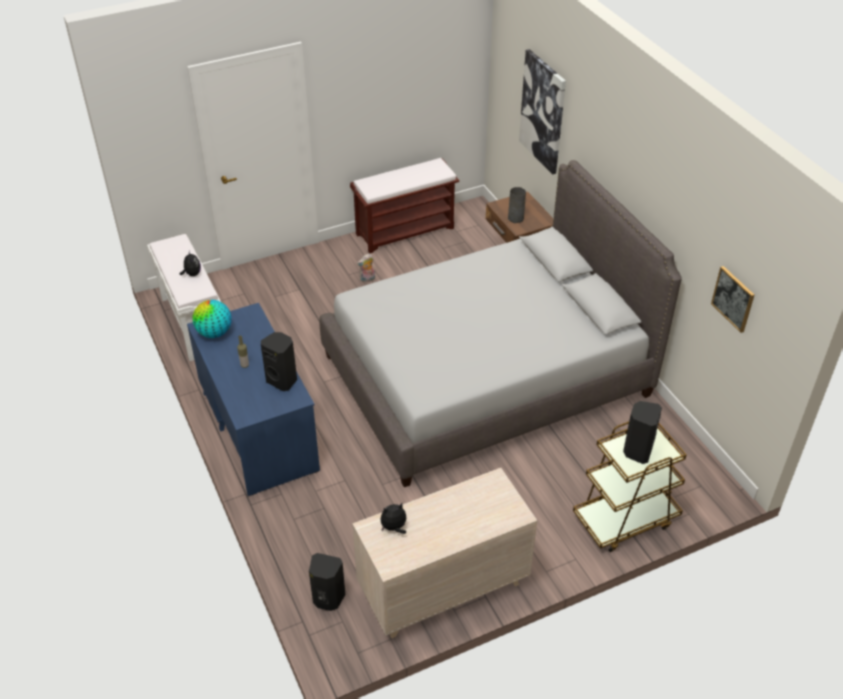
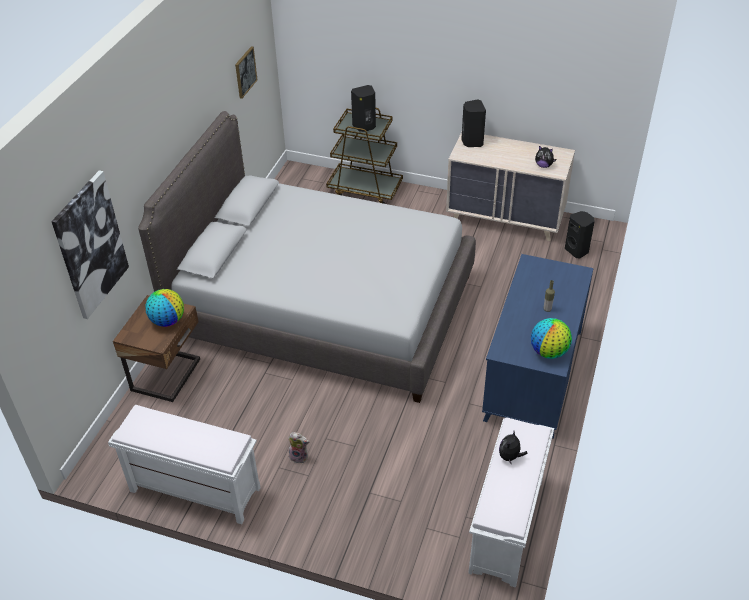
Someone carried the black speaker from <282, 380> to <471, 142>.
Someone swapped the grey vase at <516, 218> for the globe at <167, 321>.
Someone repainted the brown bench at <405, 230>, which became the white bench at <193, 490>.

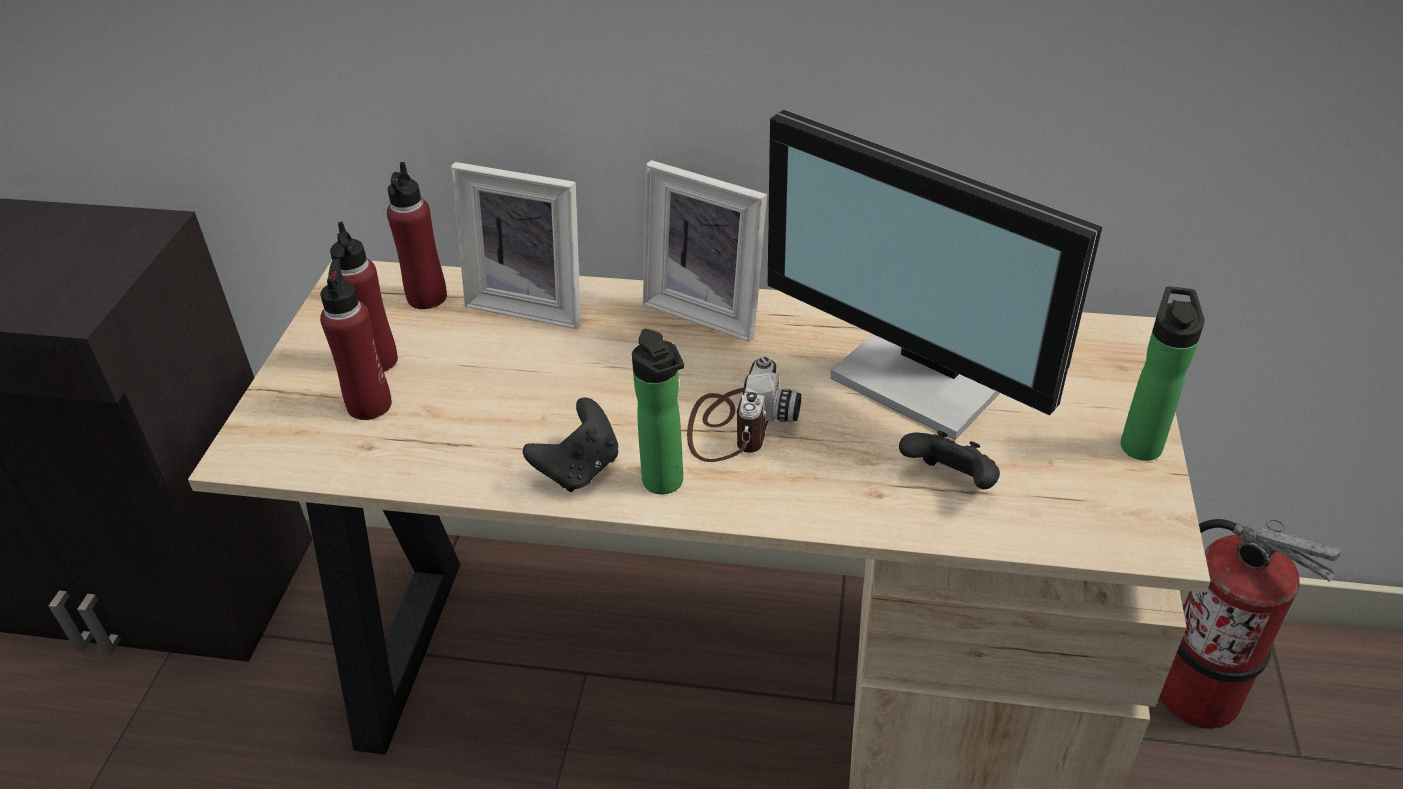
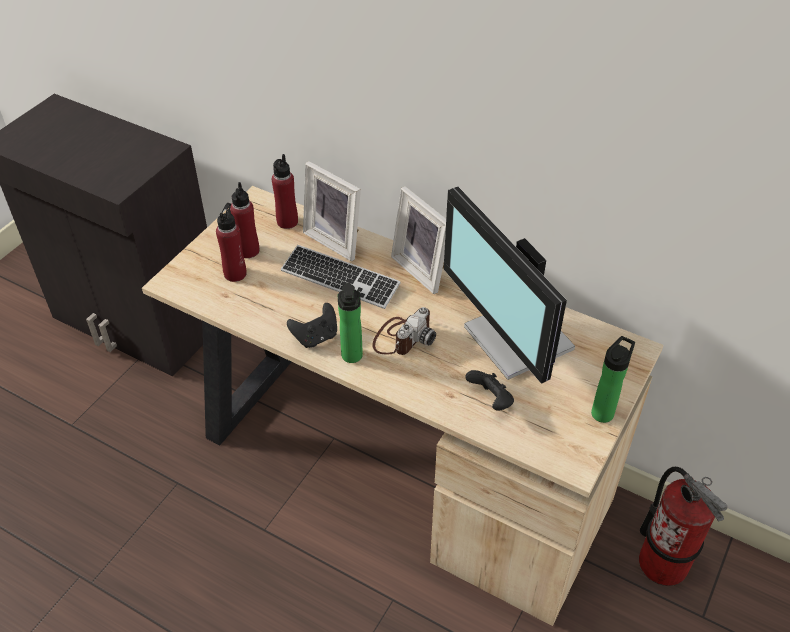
Someone put down the keyboard at <340, 279>.

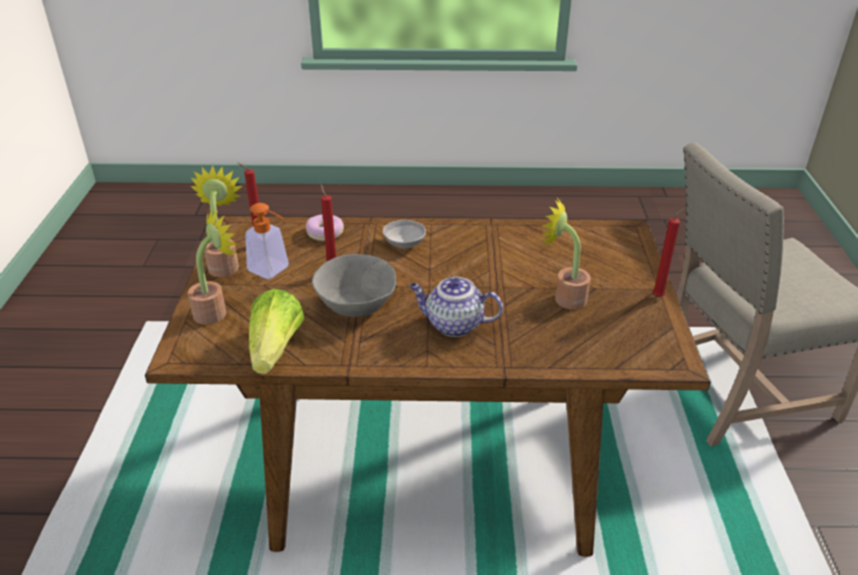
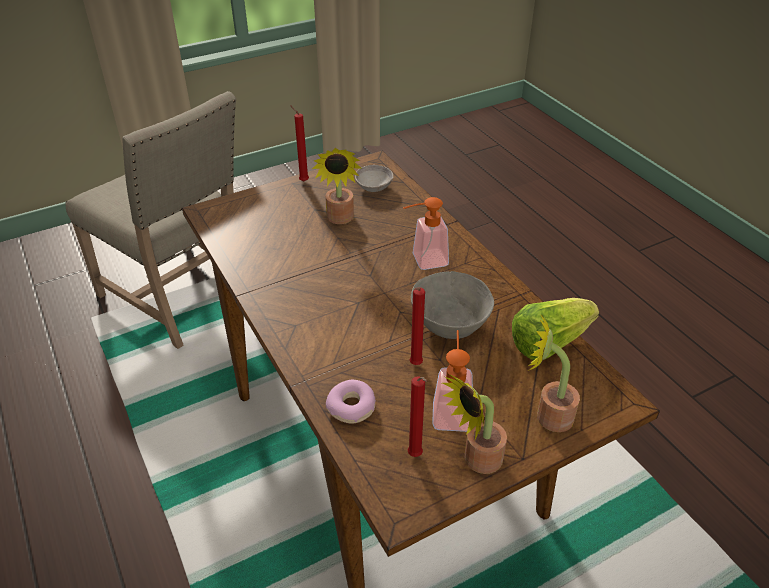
Someone carried the grey bowl from <404, 243> to <374, 187>.
Someone swapped the teapot at <453, 325> for the soap dispenser at <423, 261>.

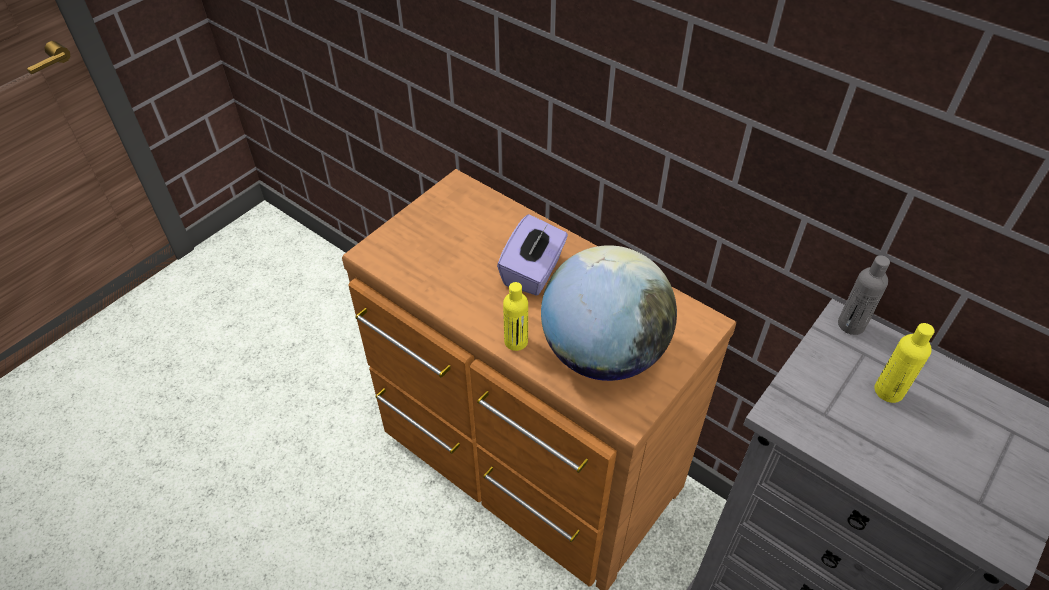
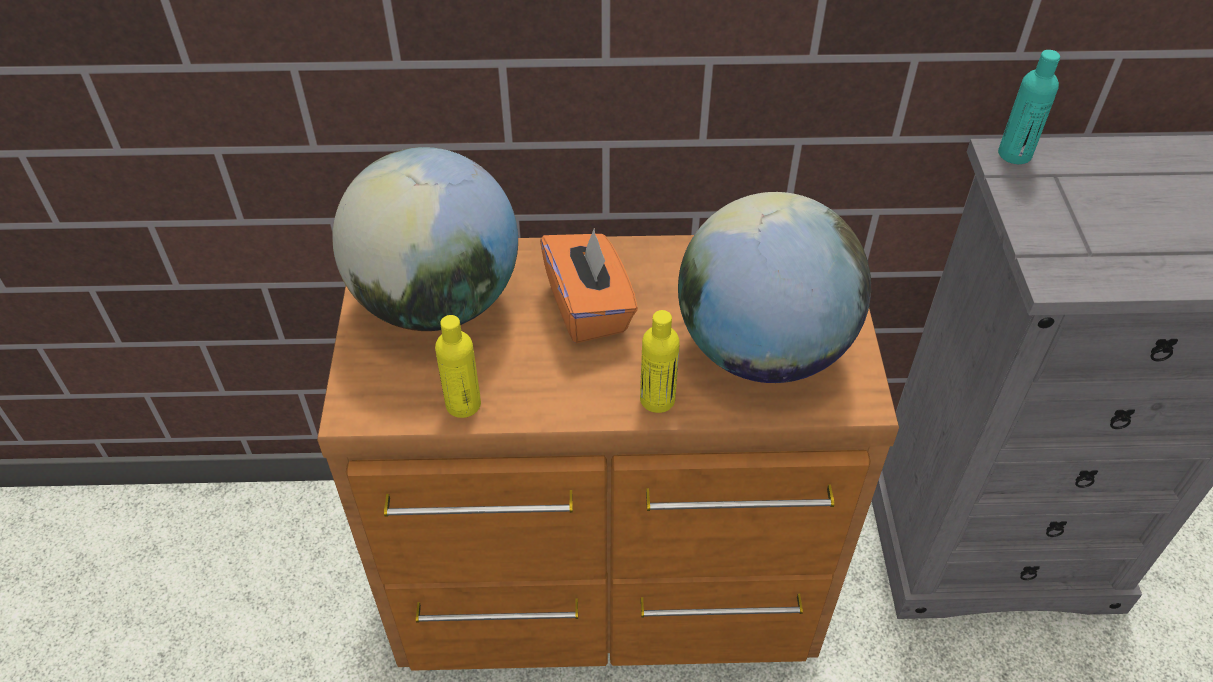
Someone put down the globe at <437, 302>.
Someone carried the yellow bottle from <888, 391> to <463, 404>.
Someone repainted the purple tissue box at <533, 272>, which became the orange tissue box at <589, 308>.
Someone repainted the grey bottle at <851, 325>, which became the turquoise bottle at <1014, 154>.

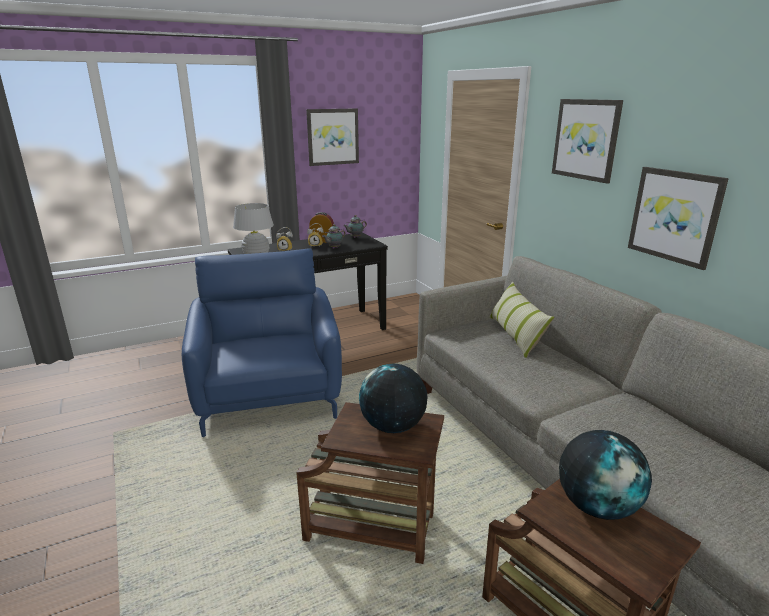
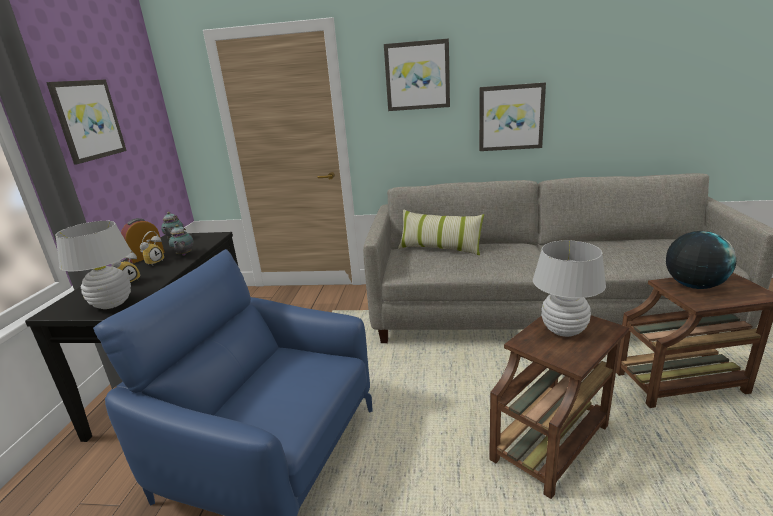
Someone swapped the globe at <393, 426> for the white table lamp at <564, 330>.

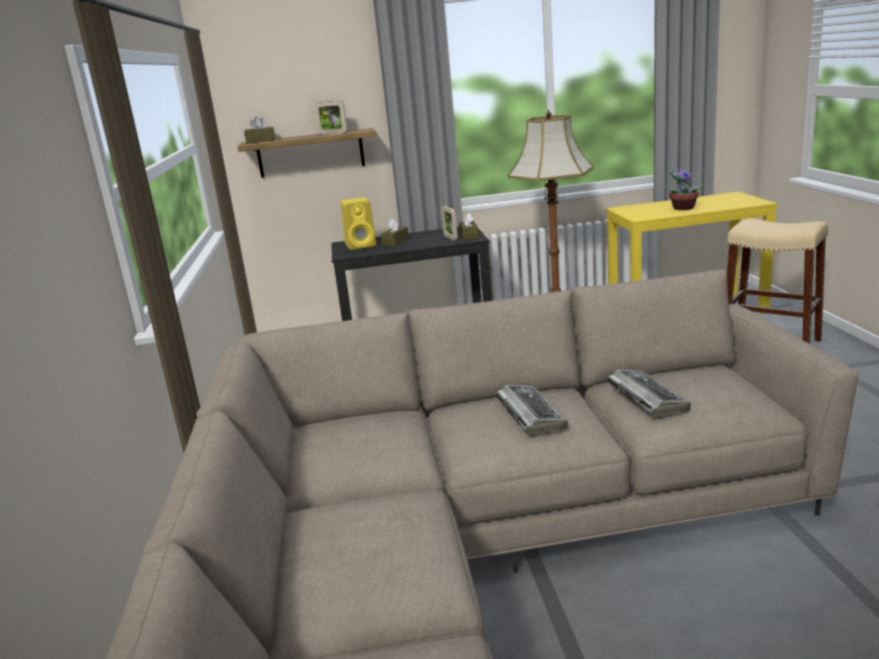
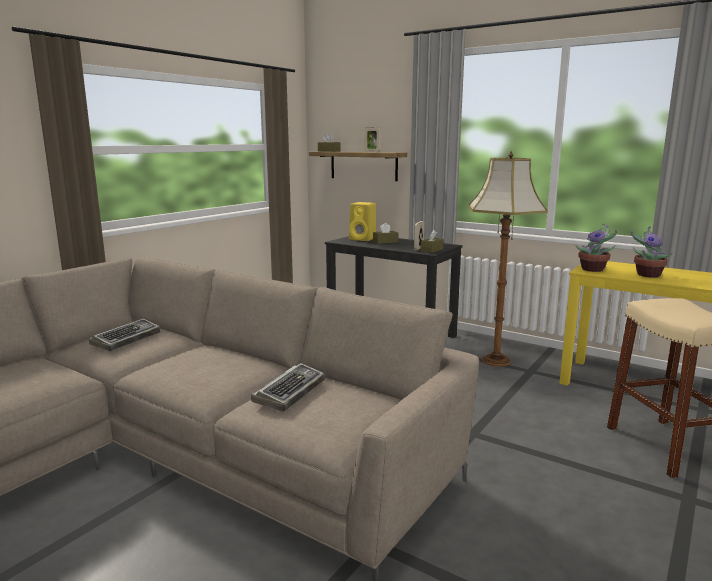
Someone put down the potted plant at <594, 270>.
Someone carried the keyboard from <530, 414> to <126, 339>.

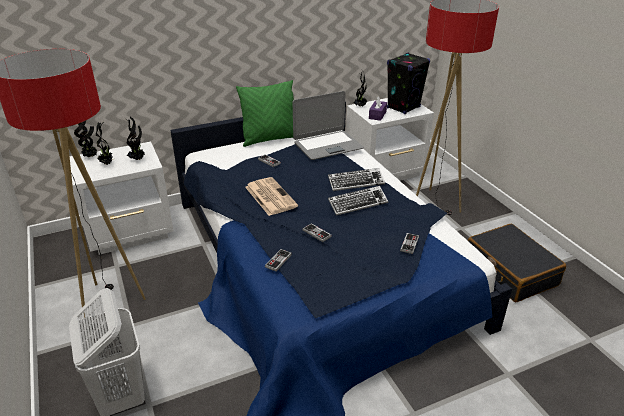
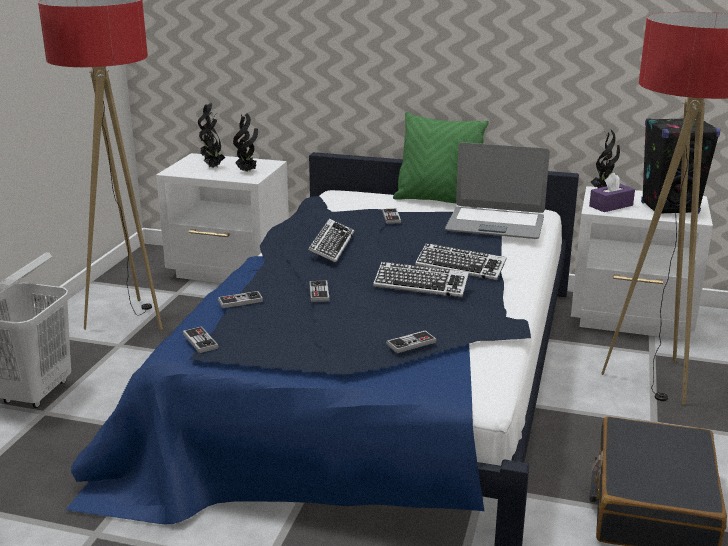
Someone put down the game controller at <200, 341>.
Someone swapped the newspaper at <270, 196> for the keyboard at <331, 245>.

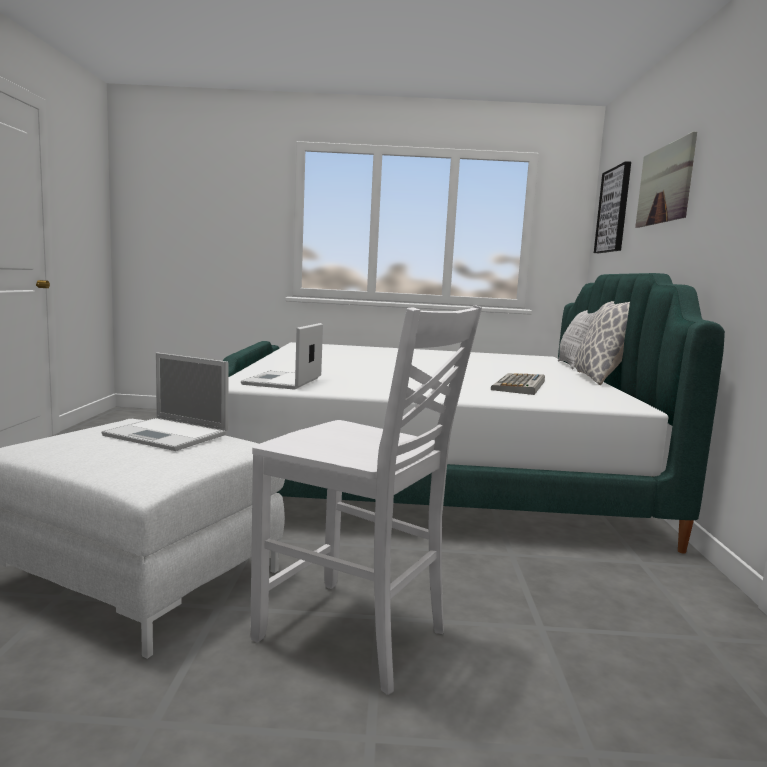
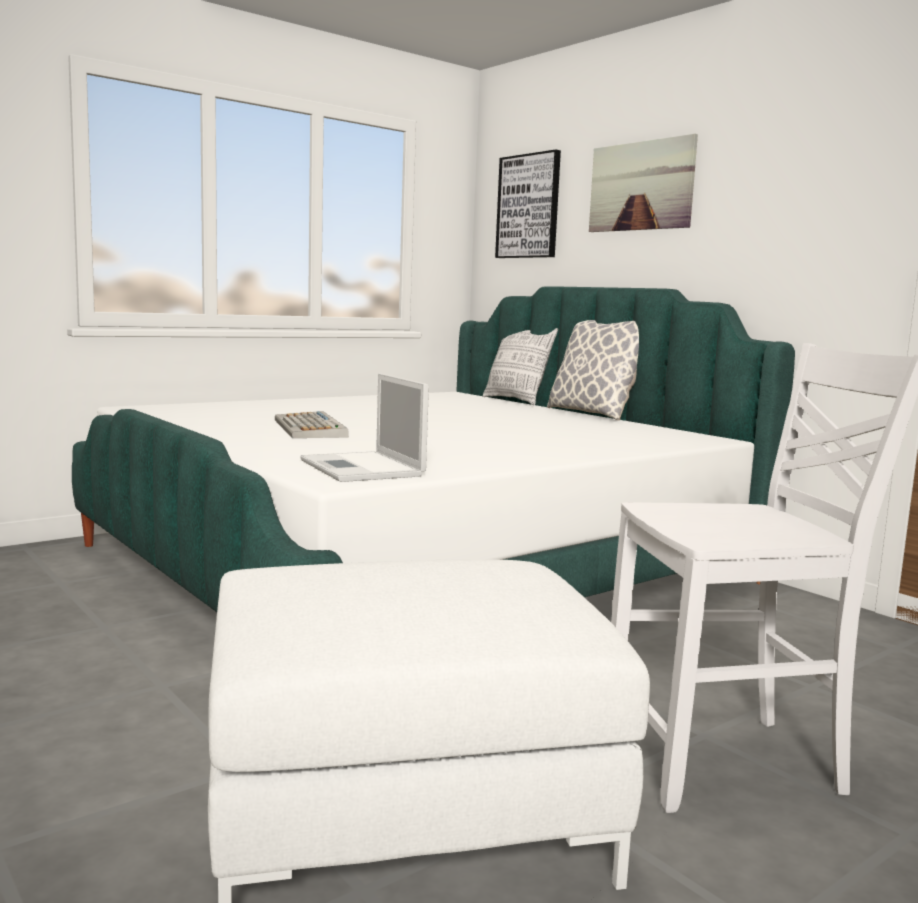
Someone took away the laptop at <168, 435>.
Someone carried the keyboard from <519, 385> to <310, 428>.

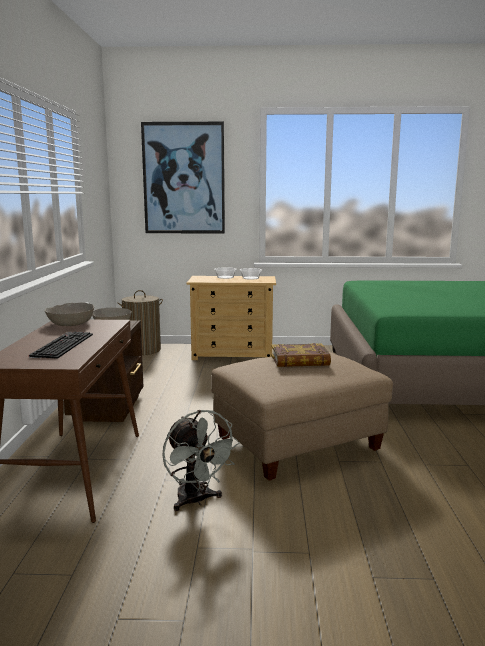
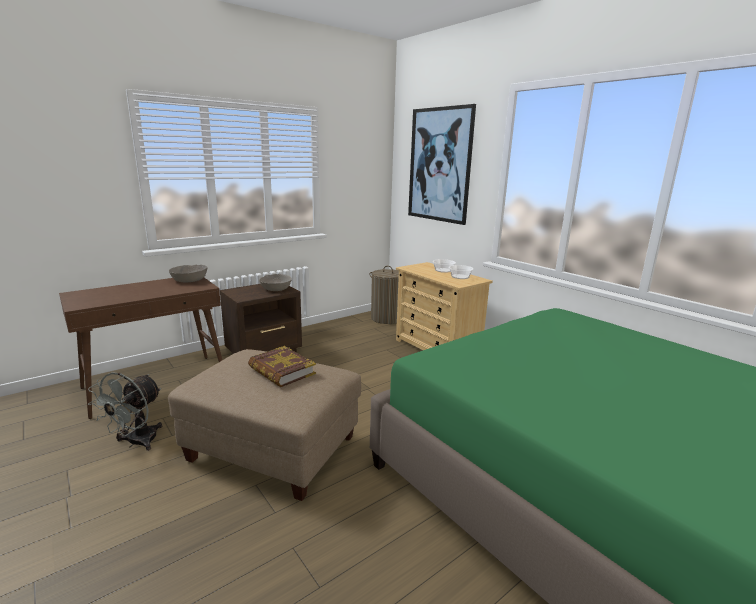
Someone took away the keyboard at <62, 345>.

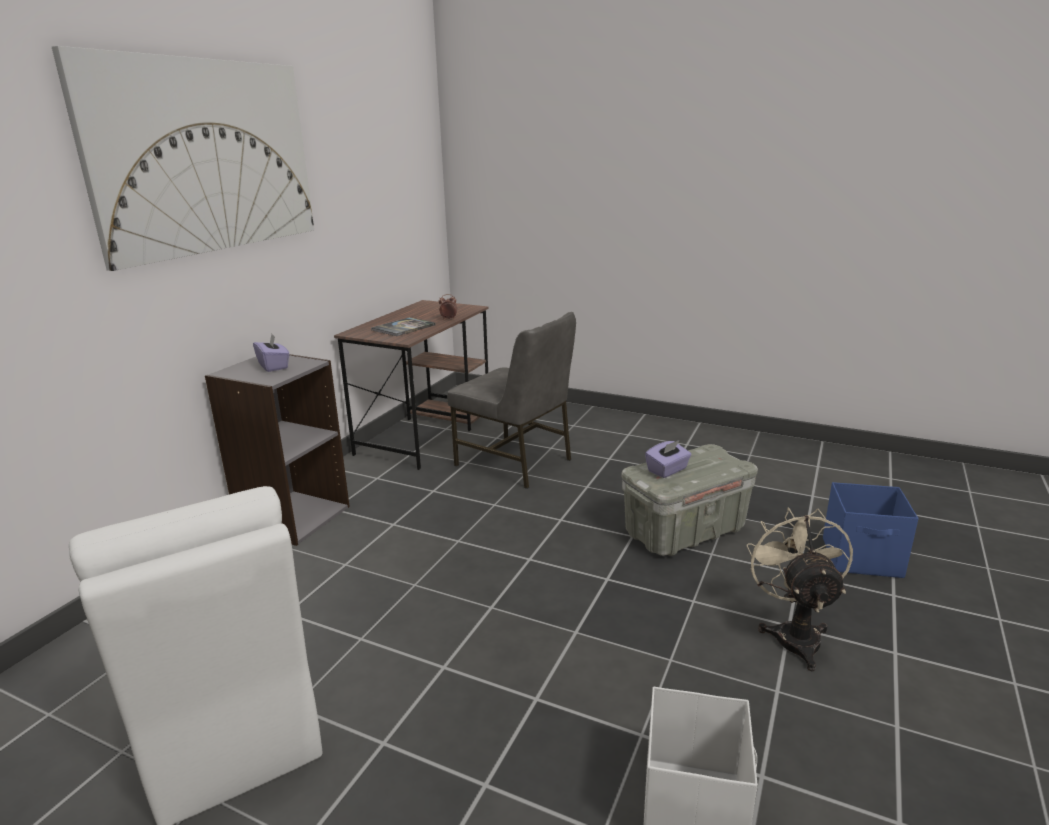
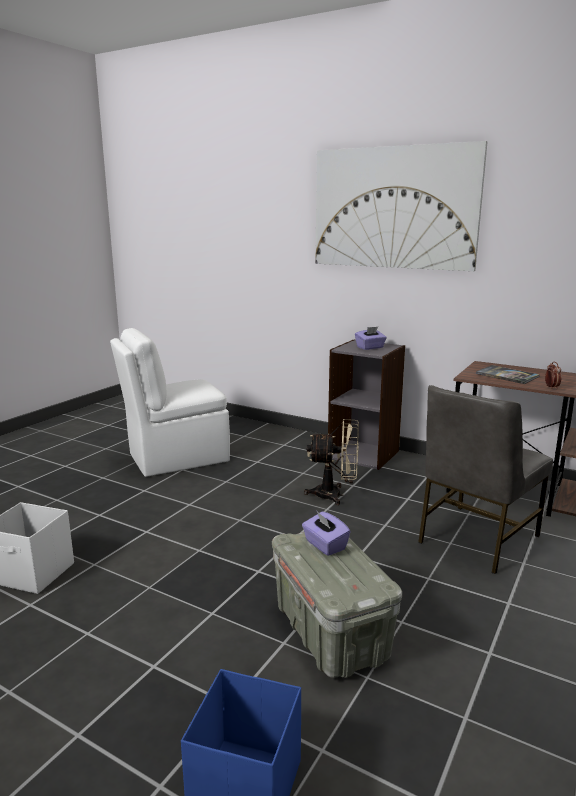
Someone carried the beige fan from <793, 634> to <335, 495>.

